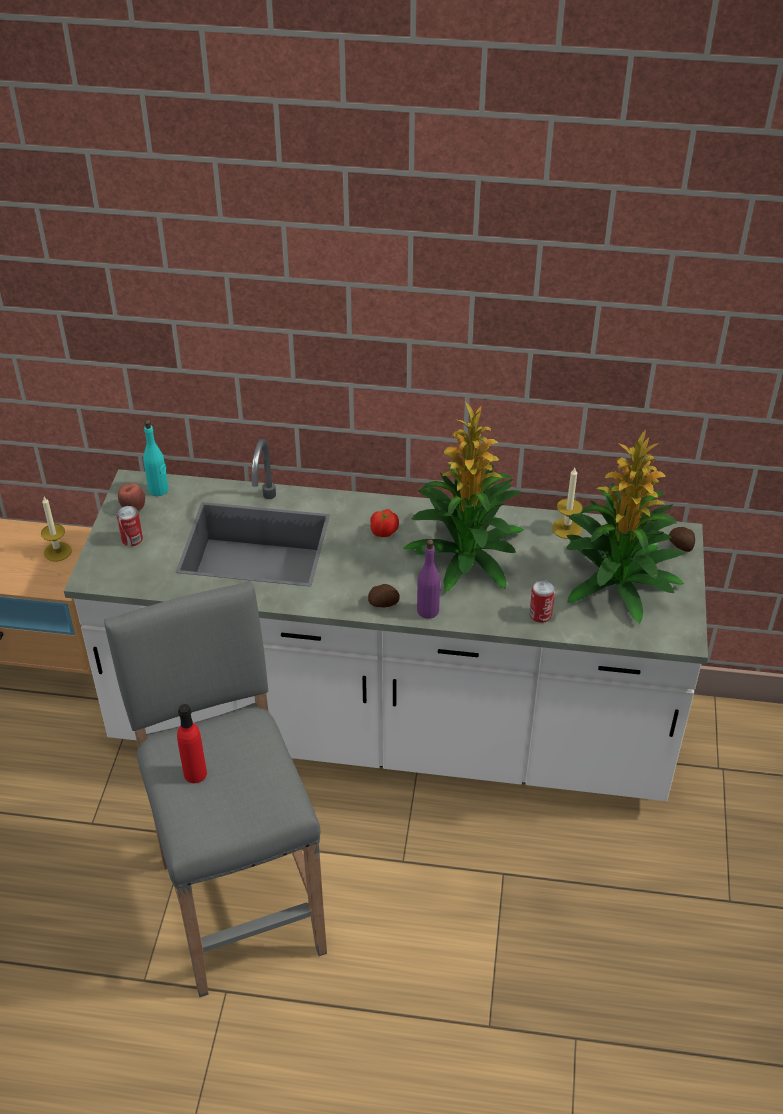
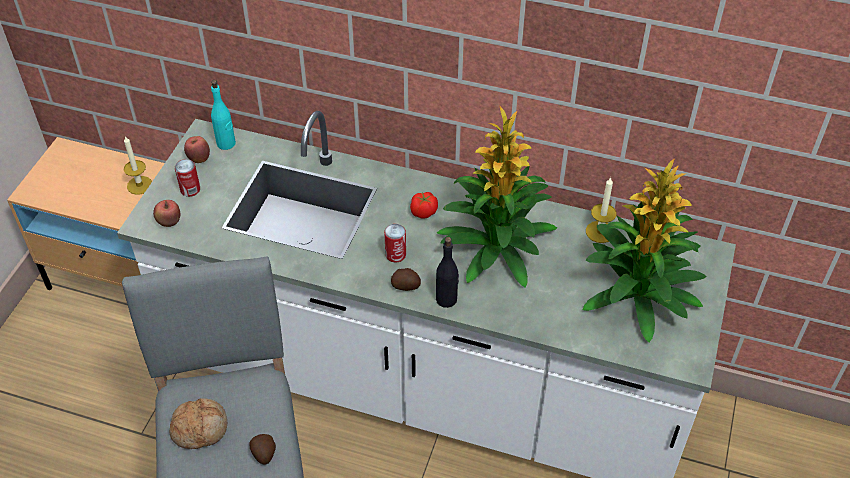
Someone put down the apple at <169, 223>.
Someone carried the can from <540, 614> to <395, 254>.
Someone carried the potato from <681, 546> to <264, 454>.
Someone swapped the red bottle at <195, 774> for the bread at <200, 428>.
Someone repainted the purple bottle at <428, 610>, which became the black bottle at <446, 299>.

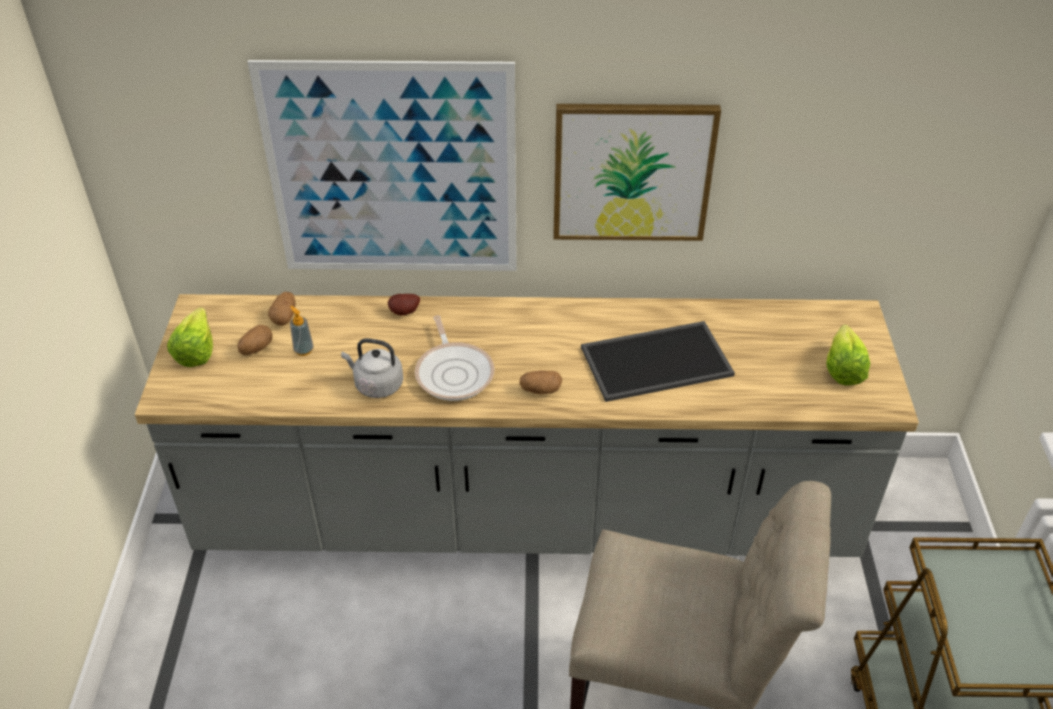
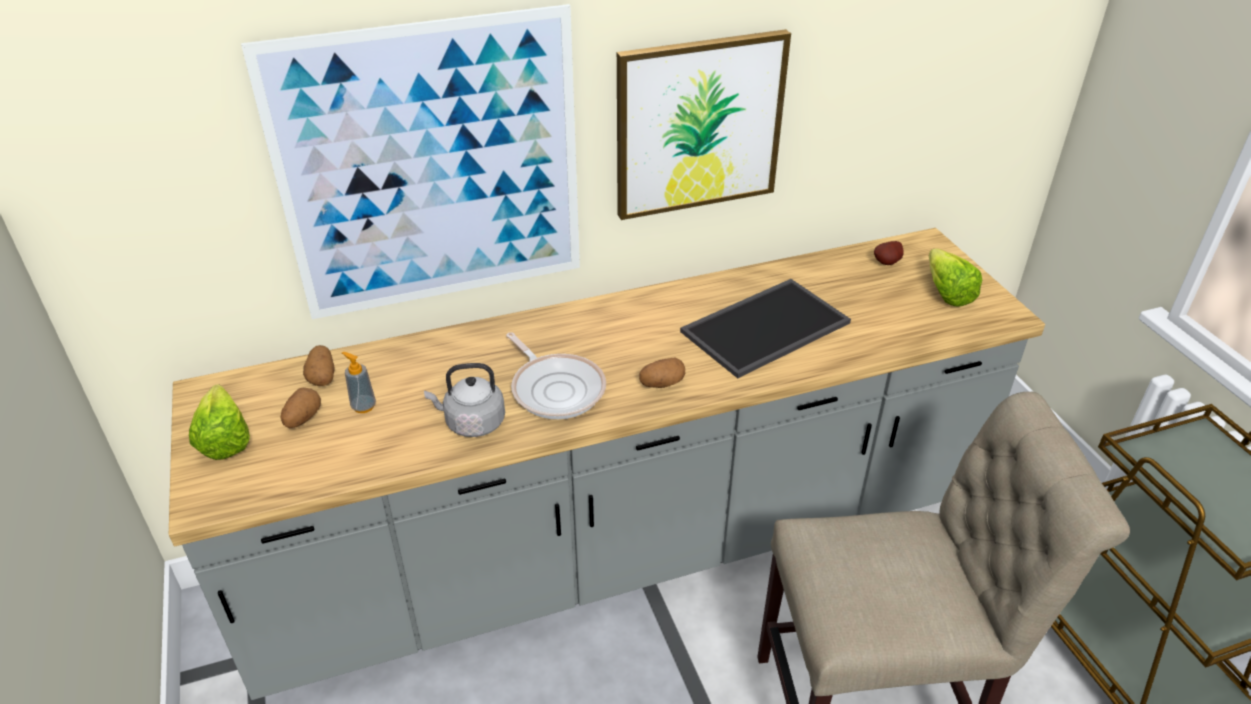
Someone carried the potato from <405, 313> to <888, 263>.

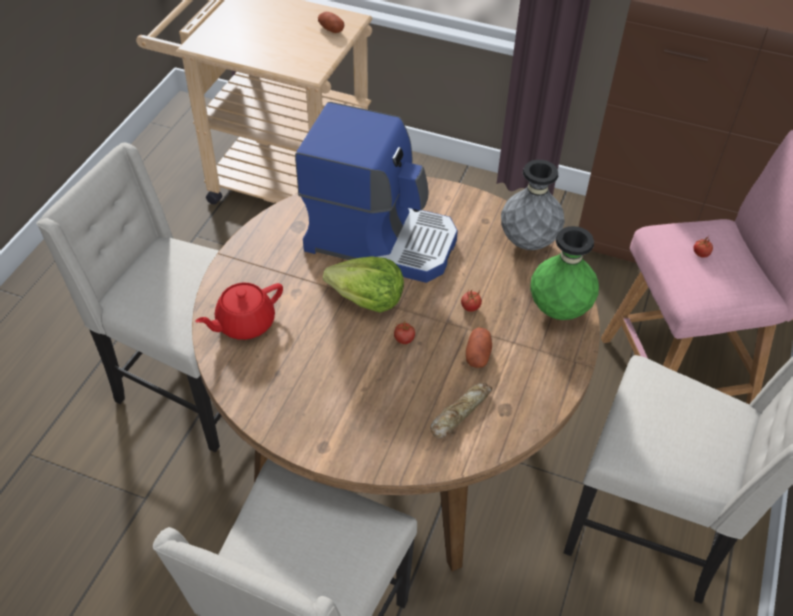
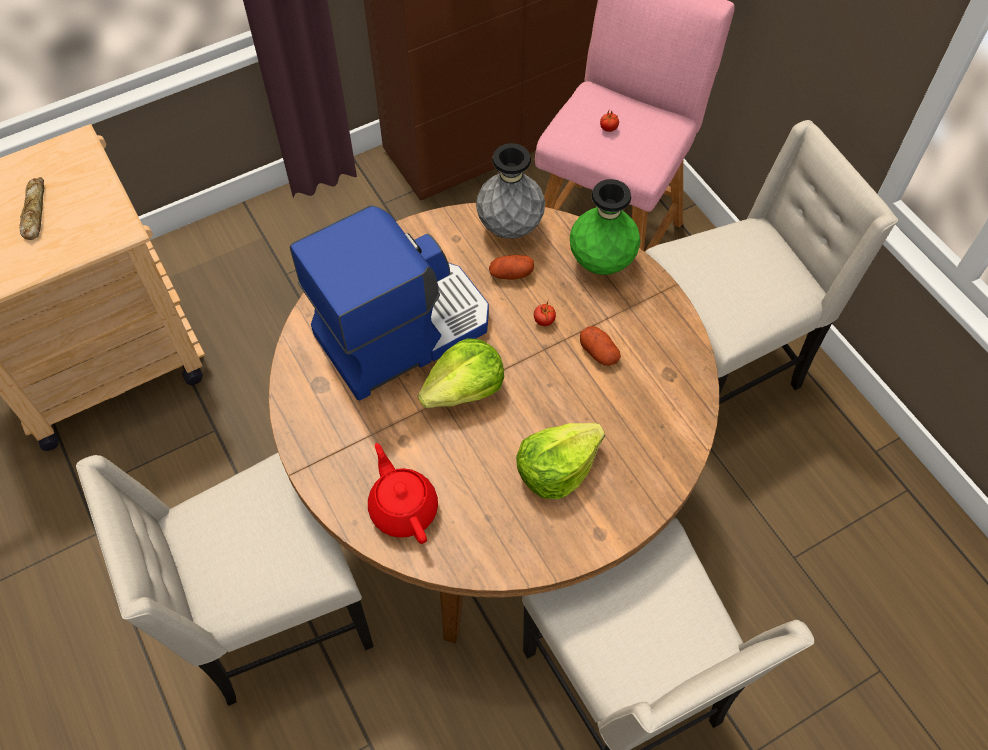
Someone took away the tomato at <404, 339>.
Someone put down the lettuce at <556, 468>.
Someone carried the potato from <331, 29> to <511, 274>.
Someone carried the bread from <459, 412> to <34, 212>.
Someone rotated the red teapot at <244, 323> by 150 degrees clockwise.

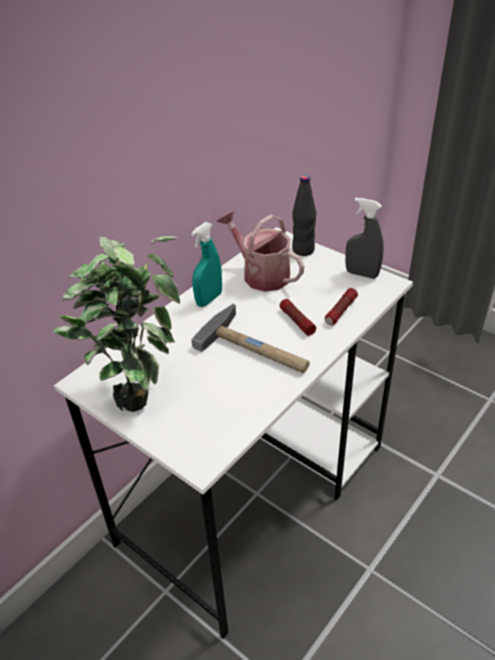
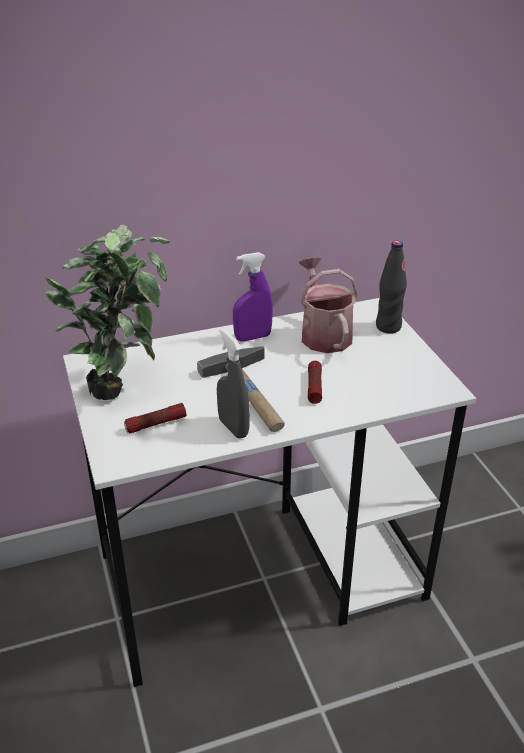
Someone carried the flashlight from <340, 311> to <156, 424>.
Someone carried the grey spray bottle from <361, 274> to <233, 428>.
Someone repainted the turquoise spray bottle at <209, 299>, which became the purple spray bottle at <252, 337>.

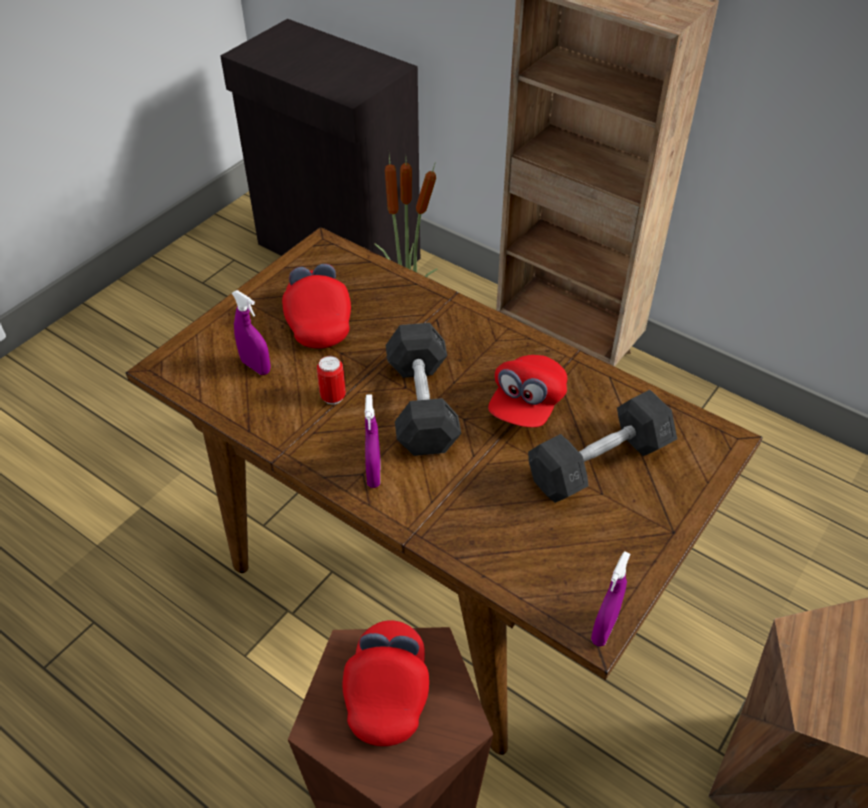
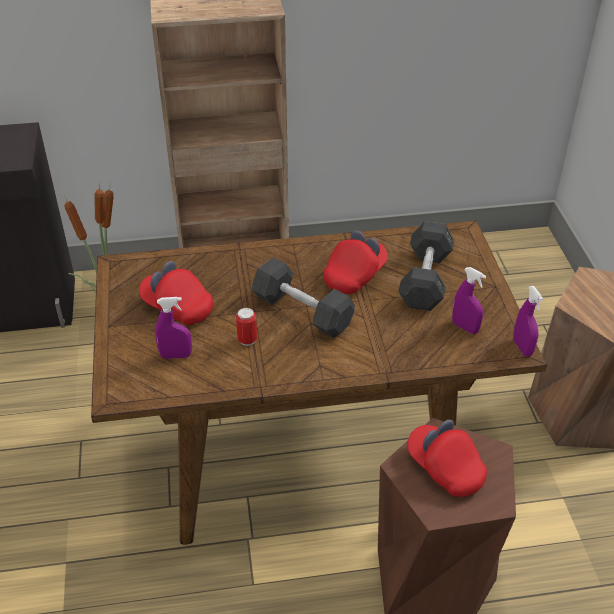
Someone carried the purple spray bottle from <374, 473> to <465, 327>.
Someone rotated the red cap at <526, 405> by 120 degrees counterclockwise.

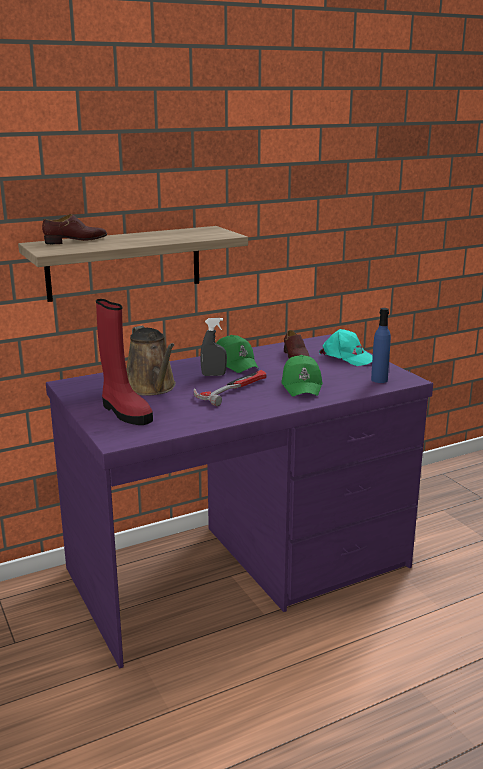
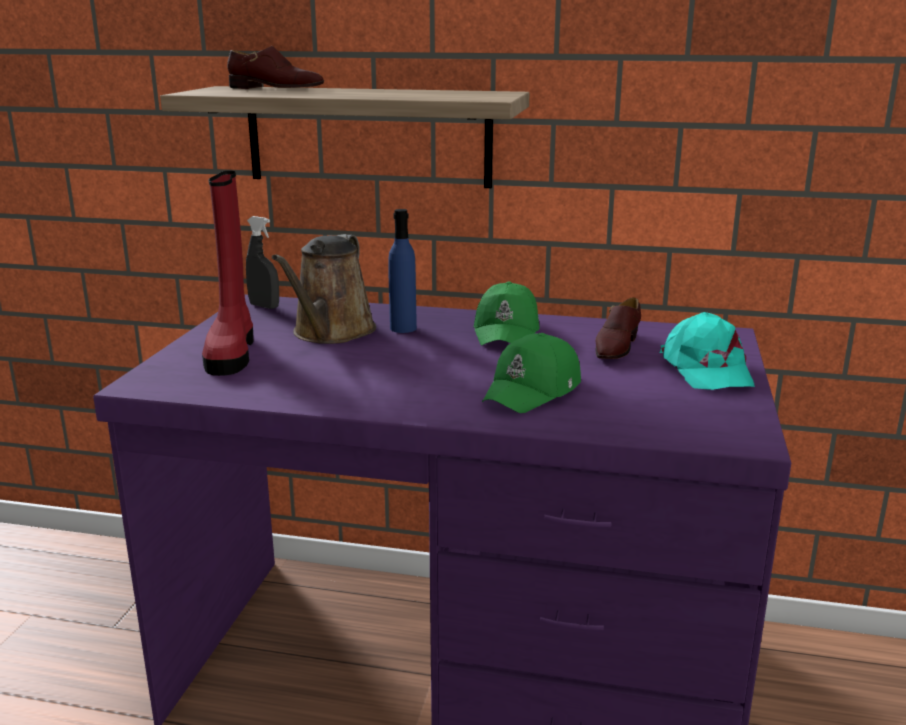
Someone took away the hammer at <232, 389>.
Someone carried the grey spray bottle from <213, 375> to <264, 306>.
Someone carried the blue bottle from <379, 380> to <403, 328>.

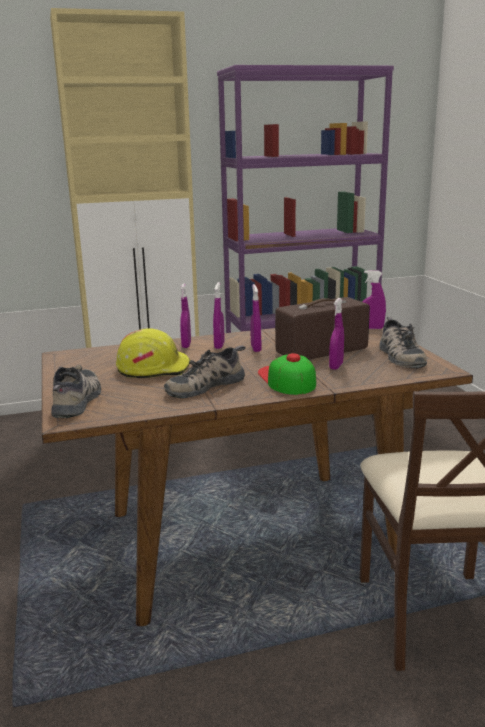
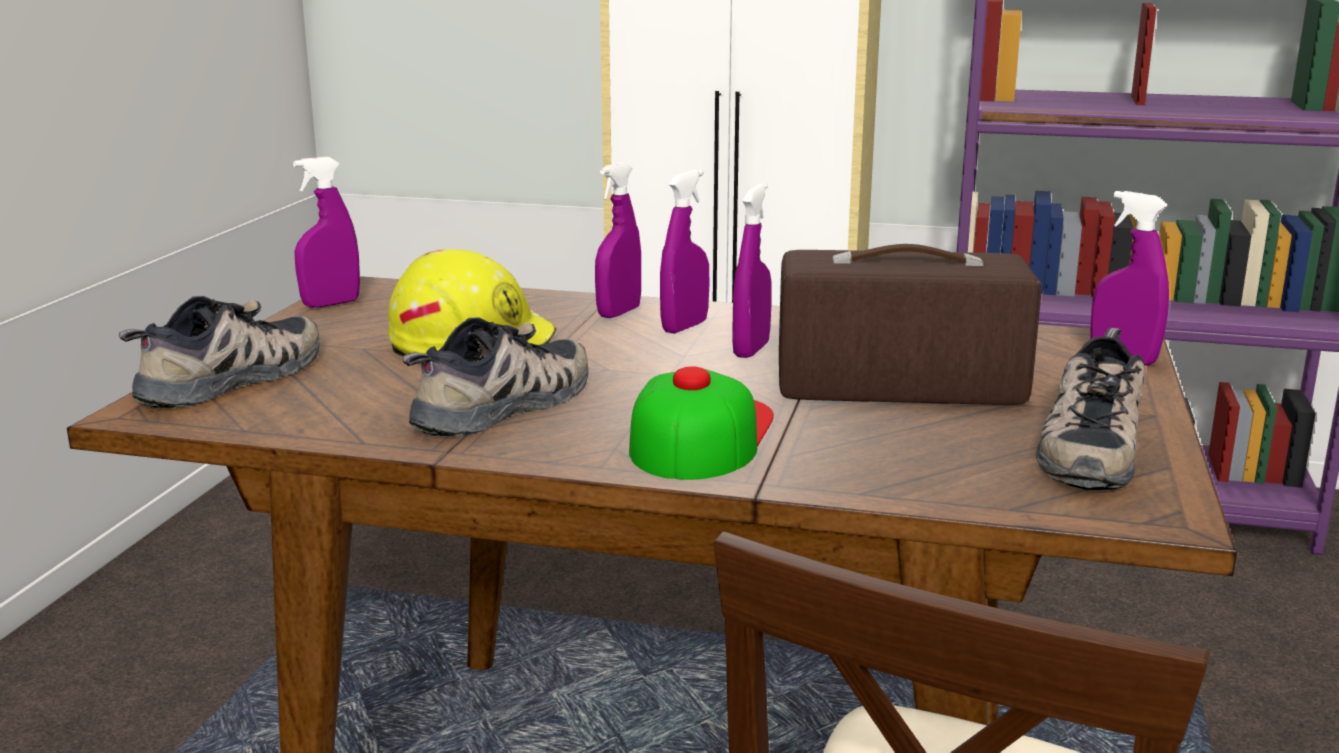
Someone carried the purple spray bottle from <336, 366> to <331, 304>.
Someone rotated the shoe at <205, 385> by 135 degrees clockwise.

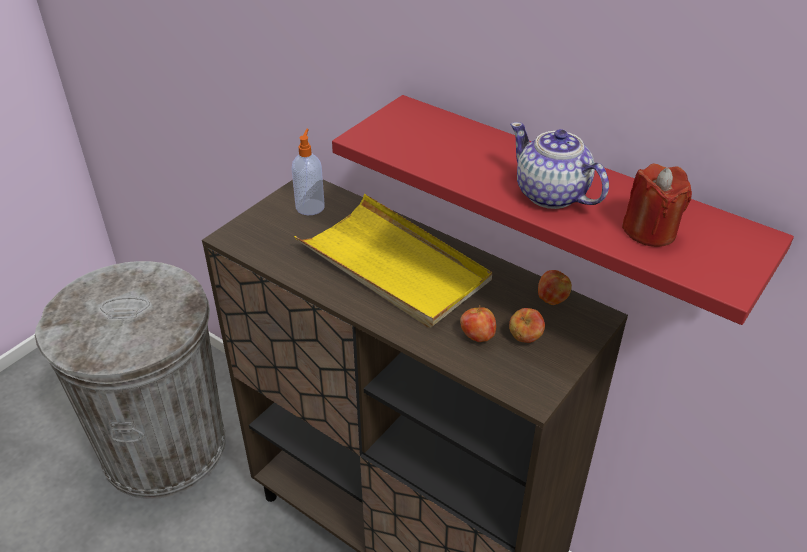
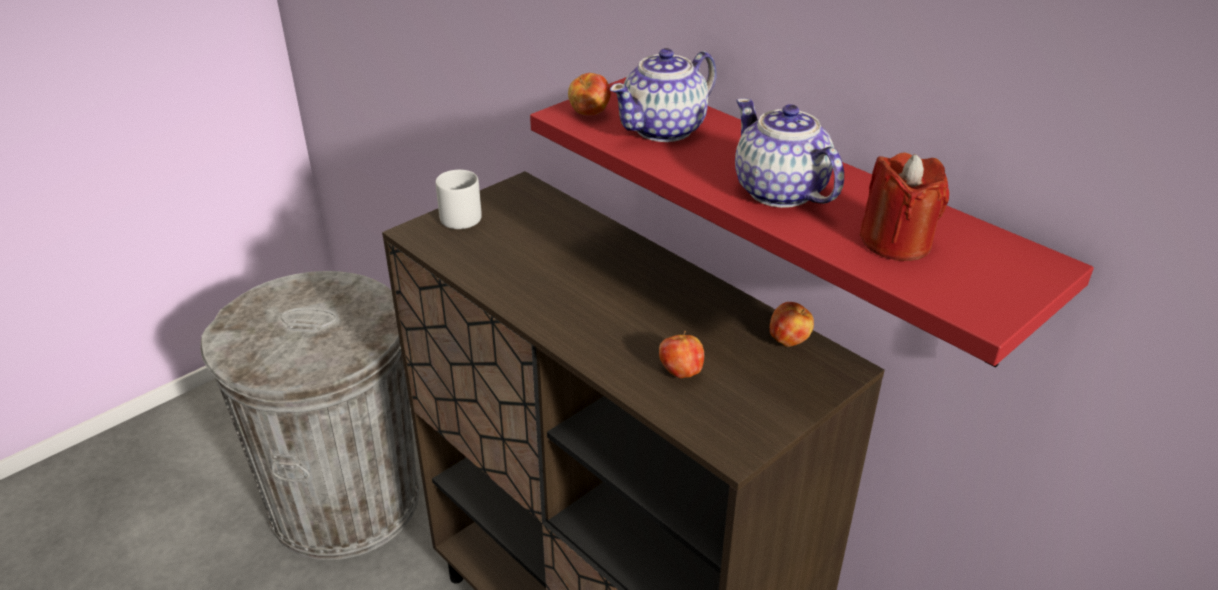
Someone took away the soap dispenser at <310, 206>.
Someone took away the yellow tray at <393, 265>.
Someone put down the grey mug at <462, 216>.
Someone put down the teapot at <665, 129>.
Someone carried the apple from <525, 338> to <590, 115>.

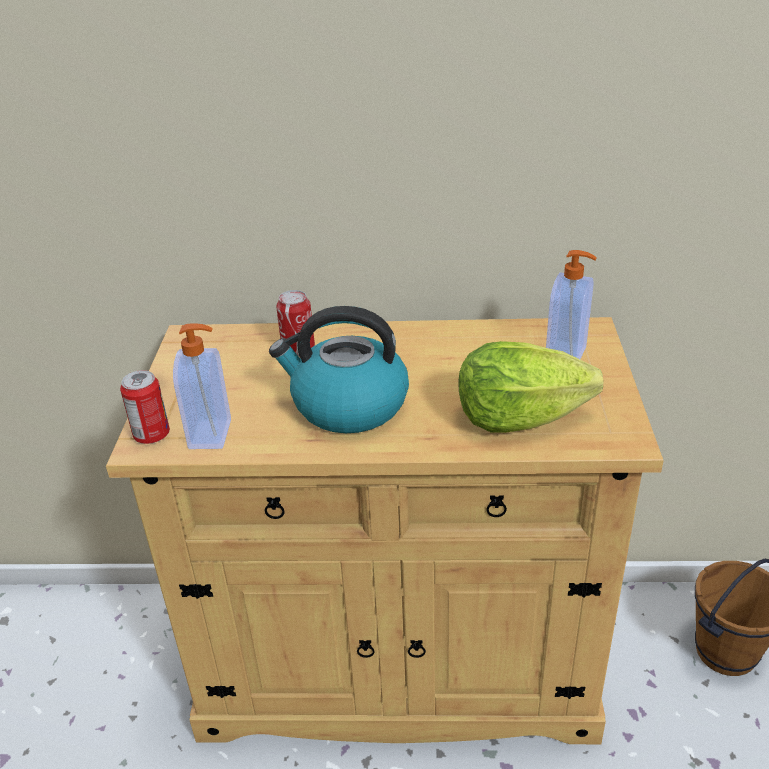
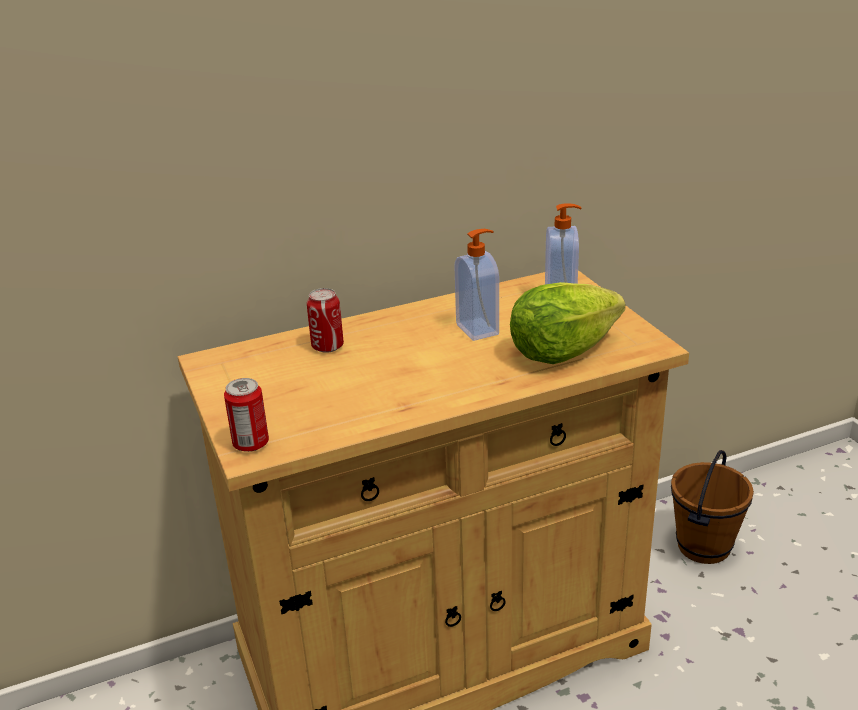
Someone took away the kettle at <348, 405>.
Someone carried the soap dispenser from <212, 434> to <479, 329>.

